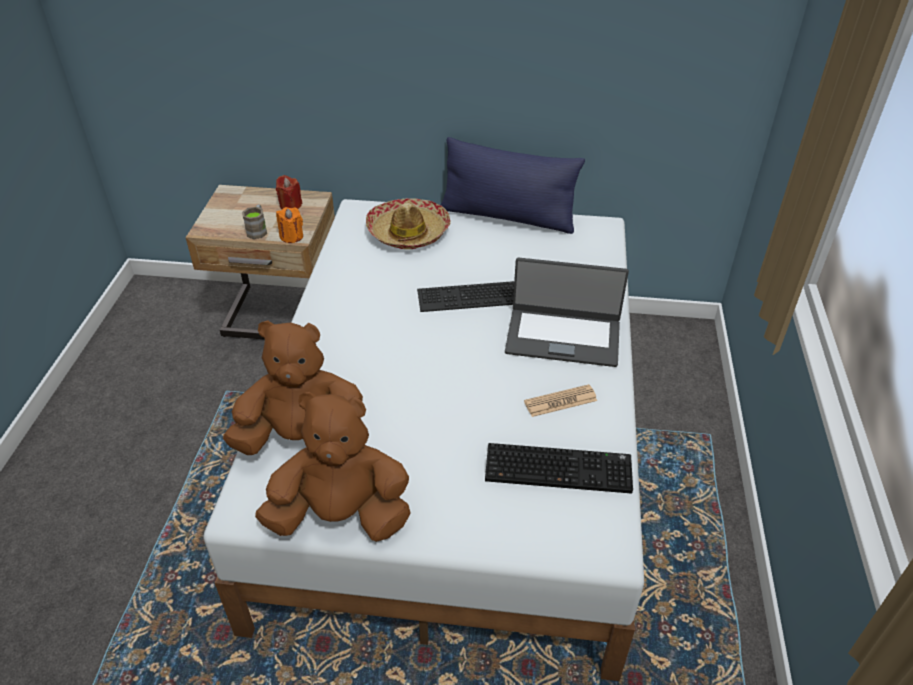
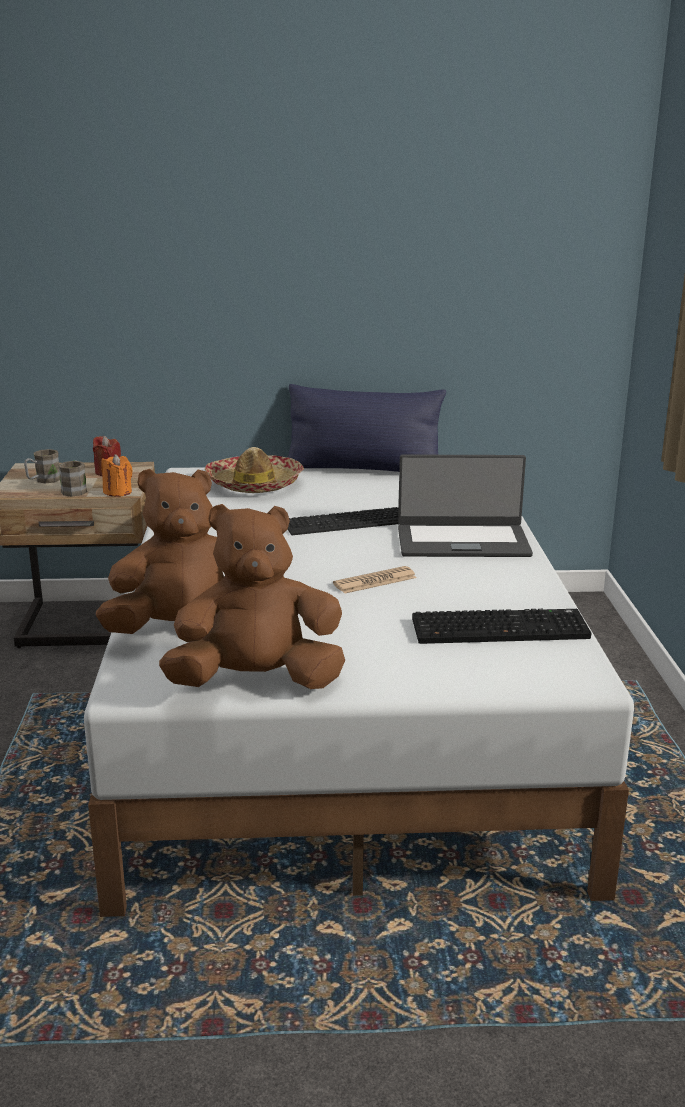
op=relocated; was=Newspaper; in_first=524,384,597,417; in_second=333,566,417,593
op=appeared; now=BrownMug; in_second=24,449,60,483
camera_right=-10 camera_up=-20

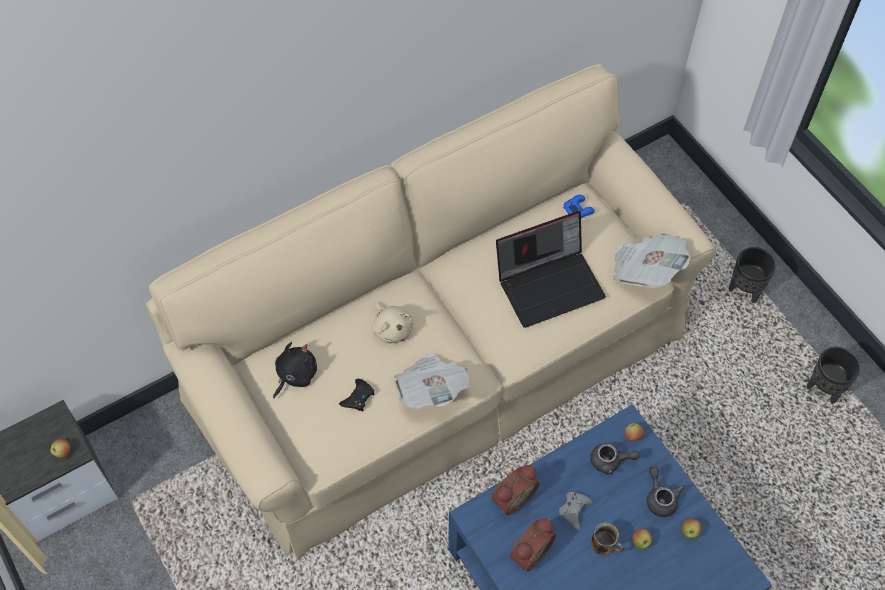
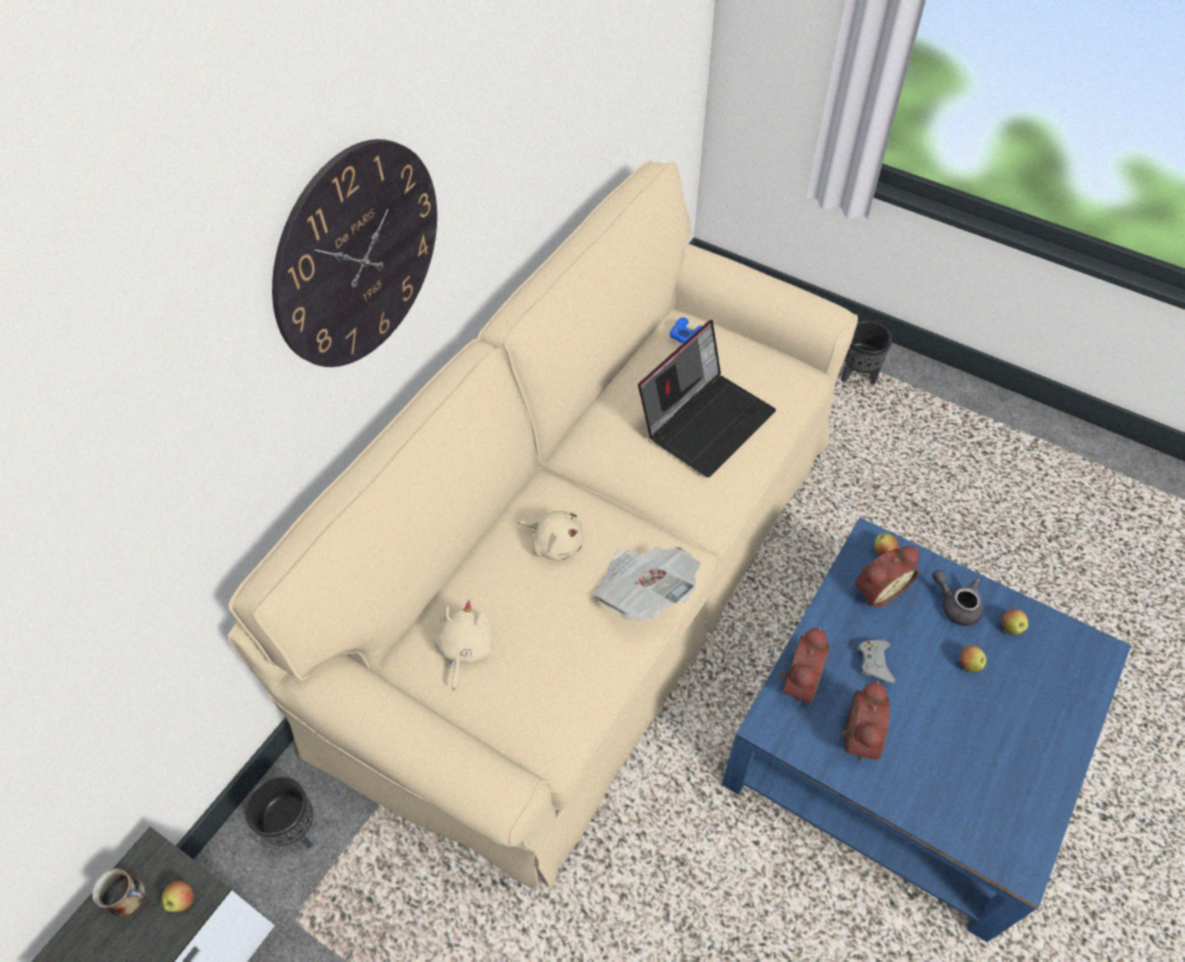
op=missing; was=Newspaper; in_first=613,233,691,288
op=colour; was=BlackPlushToy; now=BeigePlushToy; in_first=273,342,317,398; in_second=434,601,493,690
op=relocated; was=BlackPlanter; in_first=807,347,860,404; in_second=245,776,313,849
op=missing; was=BlackGameController; in_first=339,379,375,412
op=exchanged; was=GreyTeapot; now=AlarmClock; in_first=590,443,640,475; in_second=855,546,919,607
op=relocated; was=Mug; in_first=591,522,624,555; in_second=92,868,148,917
op=appeared; now=WallClock; in_second=272,139,437,367
camera_right=-25 camera_up=-5

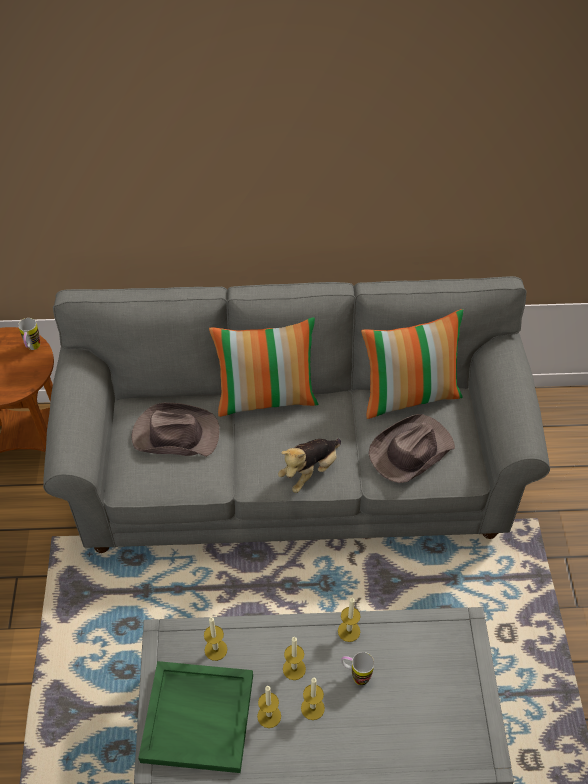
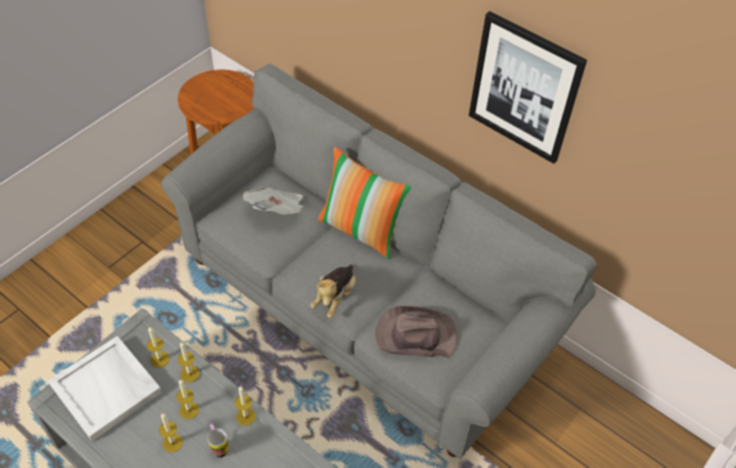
op=missing; was=Pillow; in_first=361,309,463,419
op=missing; was=Mug; in_first=18,318,40,350
op=exchanged; was=BrownHat; now=Newspaper; in_first=131,403,219,457; in_second=243,187,303,215
op=spun; was=PlushToy; in_first=278,438,341,493; in_second=310,264,356,318; clockwise=-60
op=colour; was=GreenTray; now=WhiteTray; in_first=138,661,253,773; in_second=48,336,162,441
op=relocated; was=Candle; in_first=257,686,281,728; in_second=178,342,200,382
op=appeared; now=Picture; in_second=469,11,587,164
camera_right=40 camera_up=0

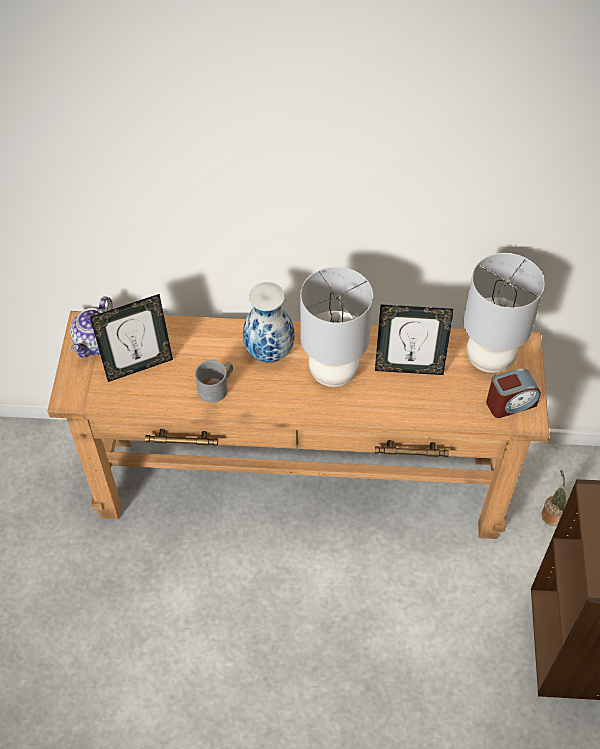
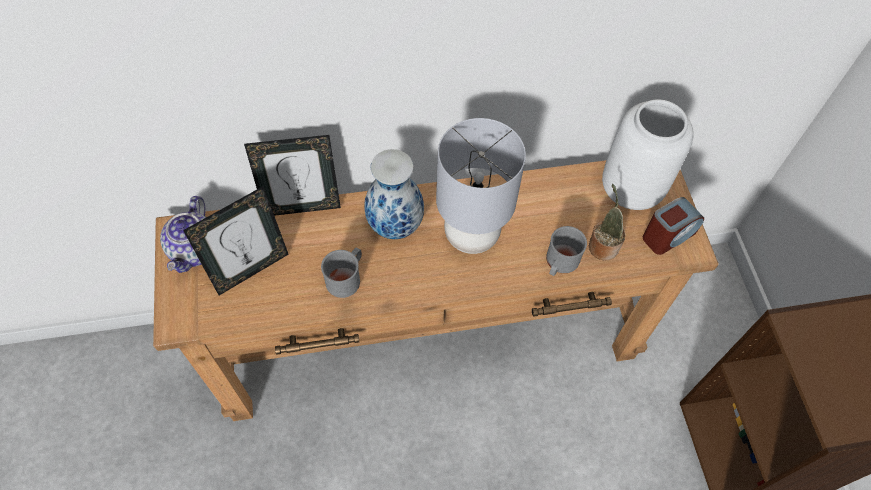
op=exchanged; was=GreyTableLamp; now=WhiteVase; in_first=463,253,545,373; in_second=602,100,694,210
op=relocated; was=PictureFrame; in_first=375,304,454,375; in_second=244,135,341,216
op=relocated; was=PottedPlant; in_first=542,470,567,526; in_second=589,184,625,261
op=appeared; now=GreyMug; in_second=546,226,587,276
camera_right=-15 camera_up=5

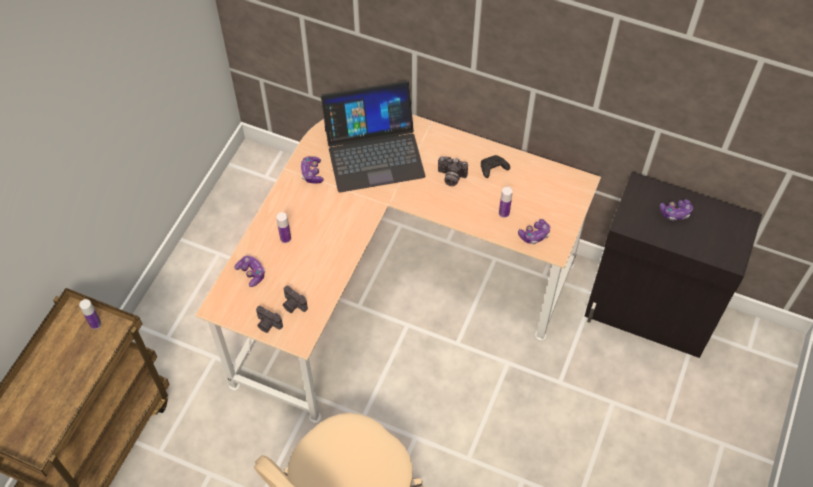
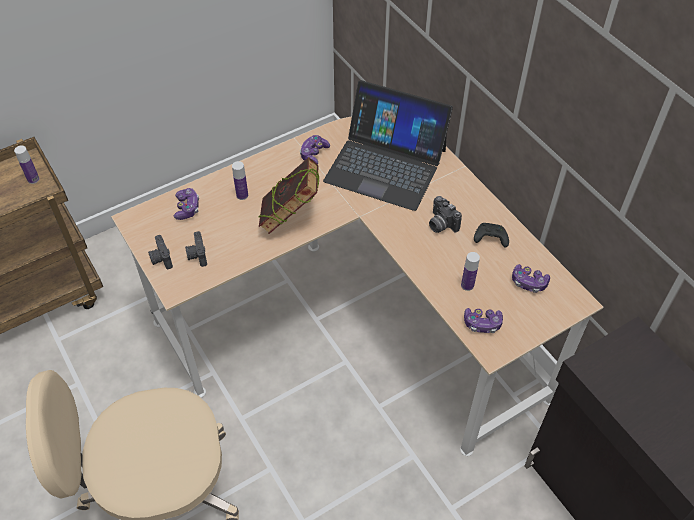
op=relocated; was=GameController; in_first=659,199,693,221; in_second=512,264,550,293
op=appeared; now=Book; in_second=259,157,319,234
camera_right=35 camera_up=-5

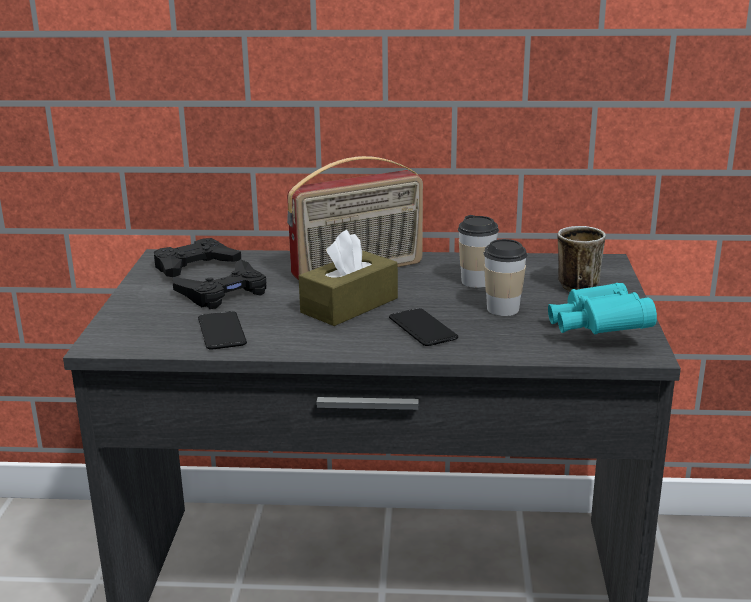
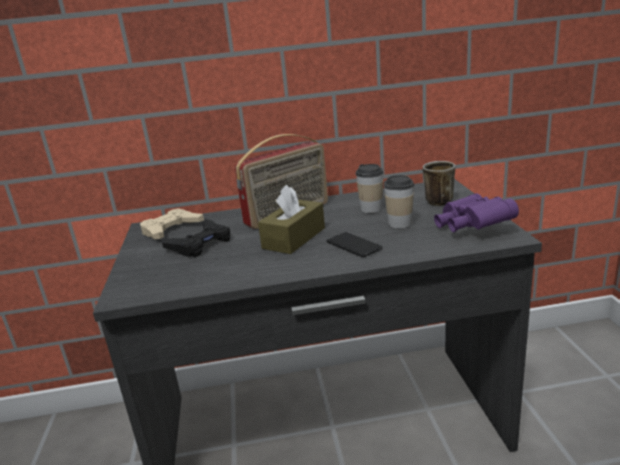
op=colour; was=BlackGameController; now=BeigeGameController; in_first=154,238,241,277; in_second=140,208,204,239
op=colour; was=TurquoiseBinoculars; now=PurpleBinoculars; in_first=548,283,657,334; in_second=434,193,519,232
op=missing; was=Phone; in_first=198,311,247,350
camera_right=-10 camera_up=0

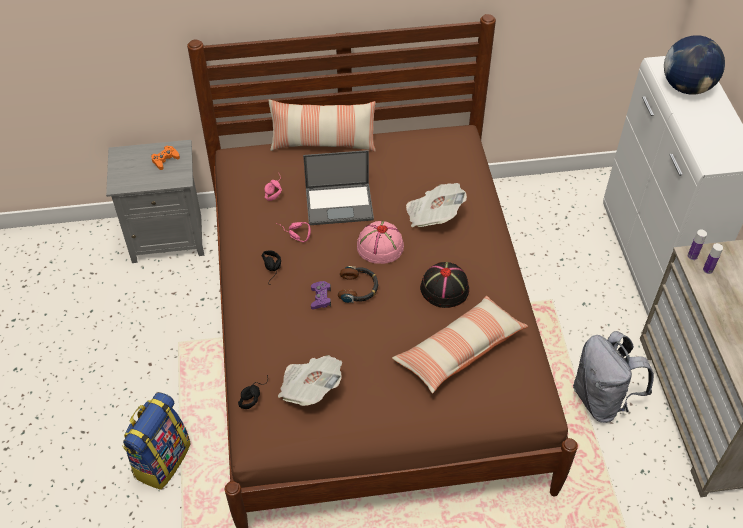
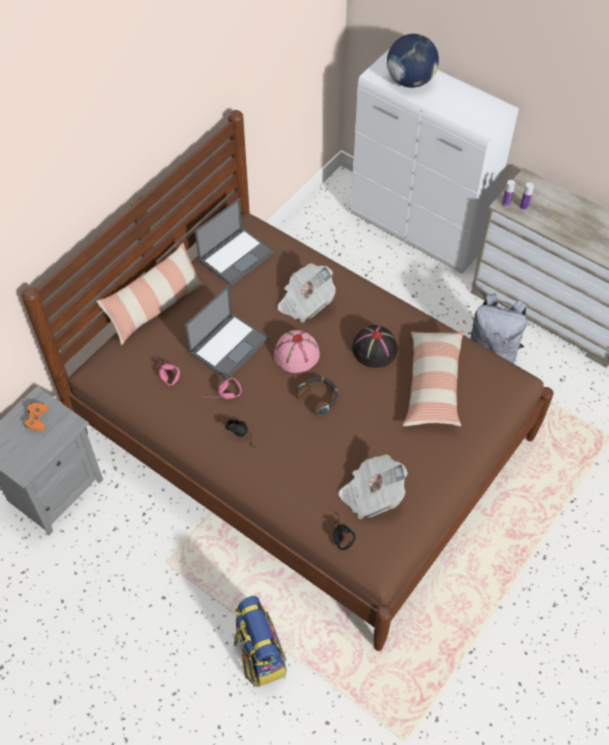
op=missing; was=PurpleGameController; in_first=311,281,331,309
op=appeared; now=Laptop; in_second=195,198,274,286
camera_right=-45 camera_up=5

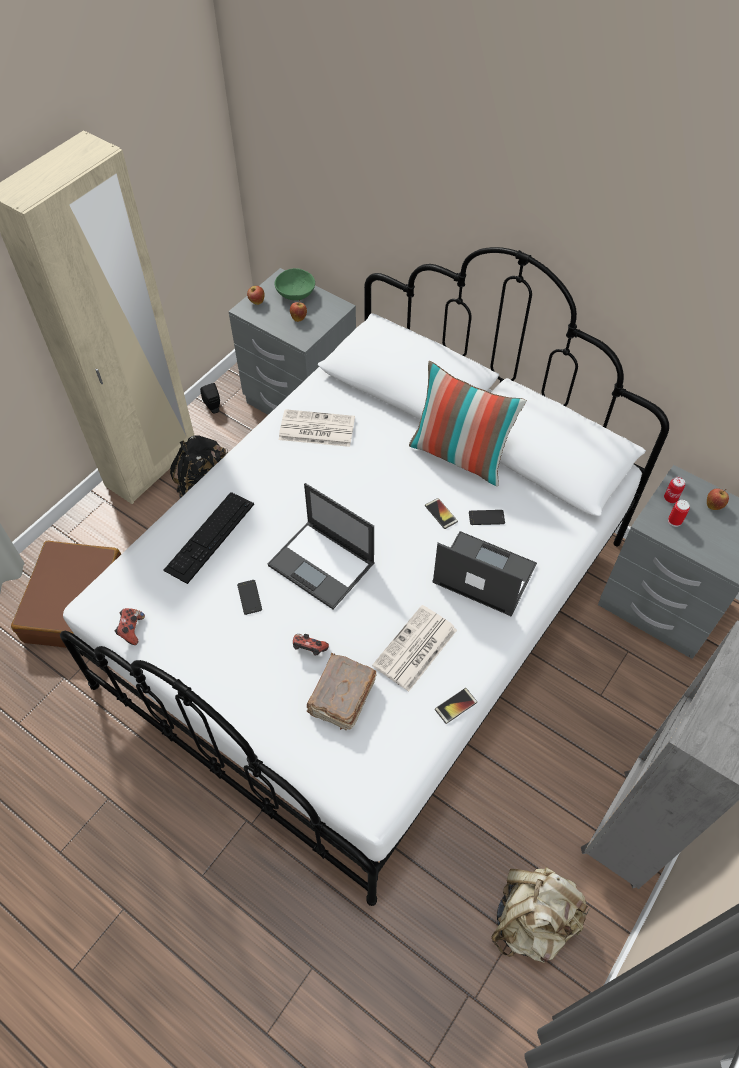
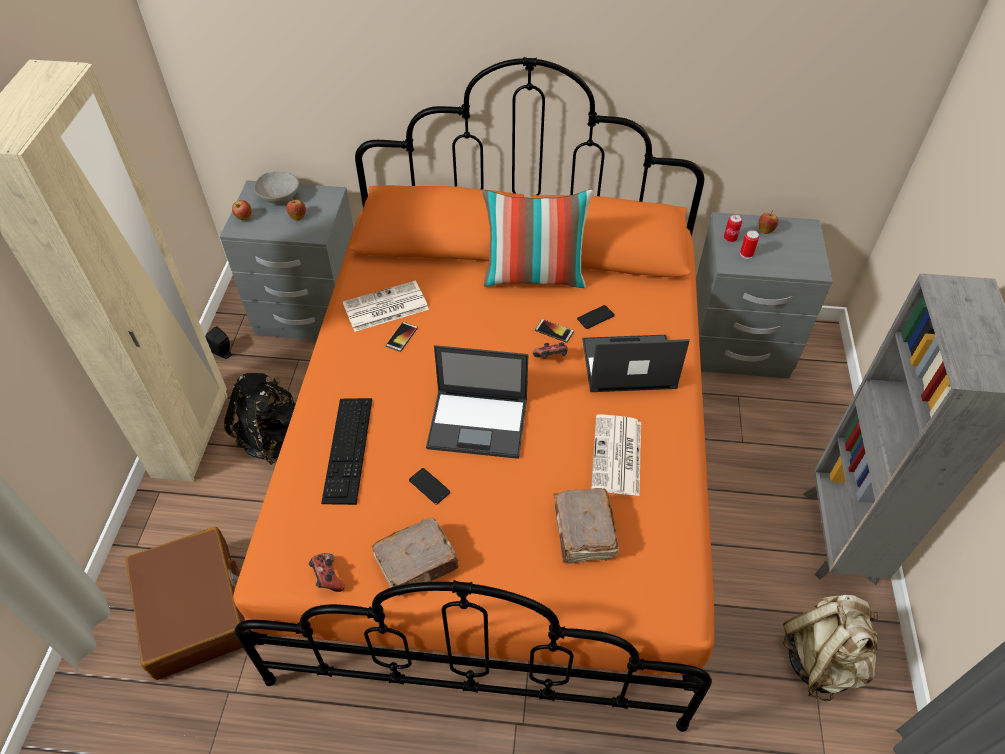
op=colour; was=WhiteBed; now=OrangeBed; in_first=60,247,669,906; in_second=233,57,714,732
op=colour; was=GreenBowl; now=GreyBowl; in_first=275,268,315,301; in_second=254,171,299,204
op=relocated; was=GameController; in_first=293,634,329,656; in_second=533,342,568,359
op=relocated; was=Phone; in_first=435,688,477,724; in_second=385,322,418,352
op=appeared; now=BrownBook; in_second=372,518,459,596
camera_right=-30 camera_up=-5

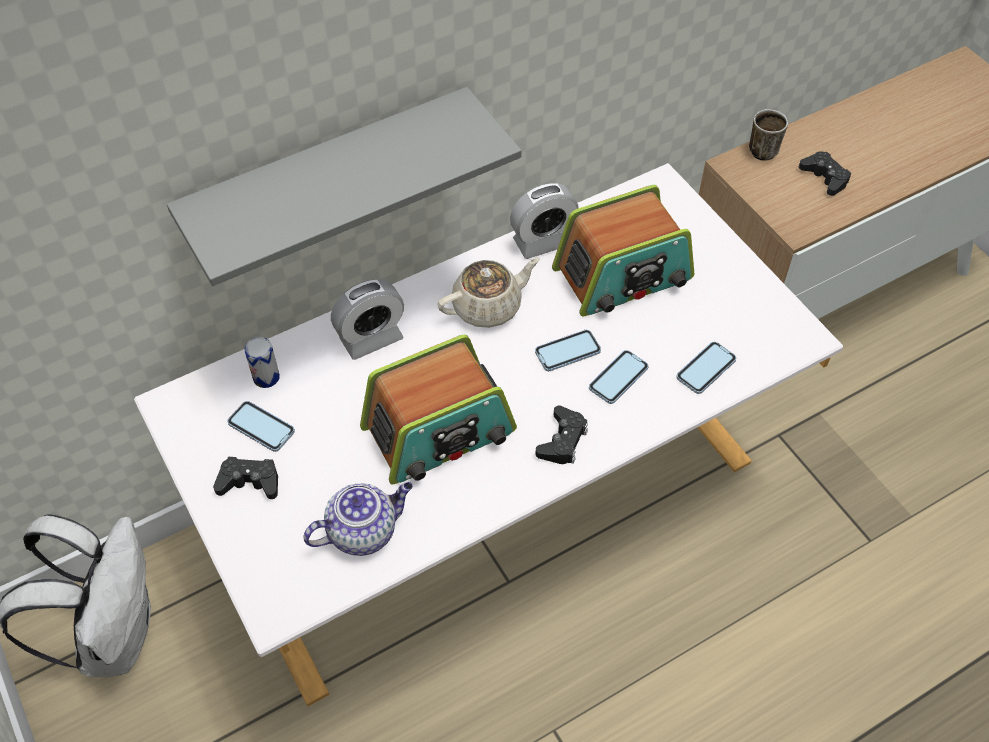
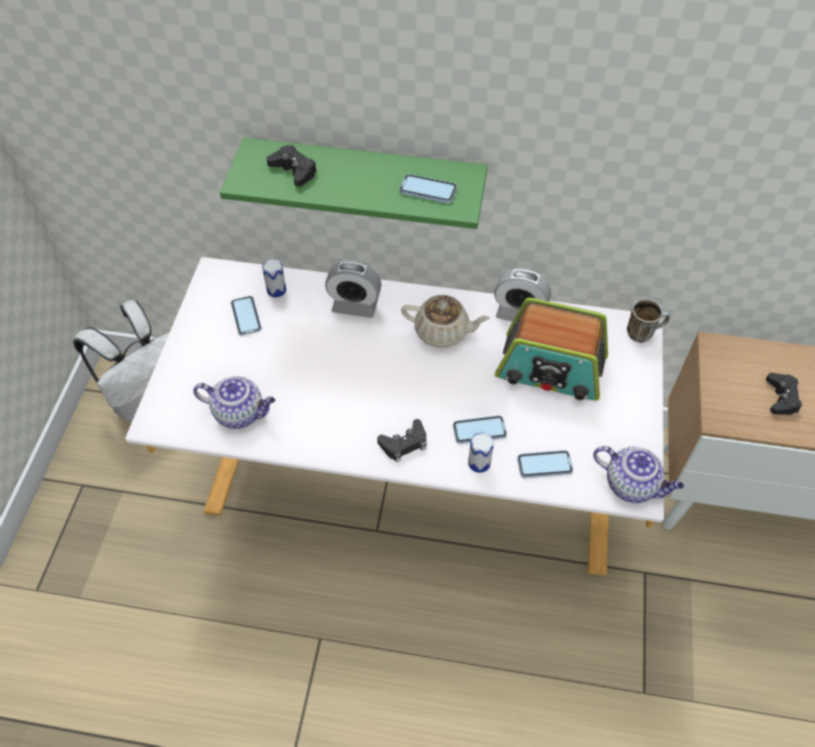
op=colour; was=GreyShelf; now=GreenShelf; in_first=167,87,522,286; in_second=220,137,488,229
op=relocated; was=Mug; in_first=749,109,788,161; in_second=627,299,670,343
op=relocated; was=Phone; in_first=535,330,601,371; in_second=399,174,457,203
op=missing; was=Radio; in_first=360,334,517,485
op=relocated; was=BlackGameController; in_first=213,457,278,499; in_second=266,145,317,187
op=appeared; now=Can; in_second=468,432,494,473
op=appeared; now=Teapot; in_second=593,446,684,503
camera_right=40 camera_up=0

